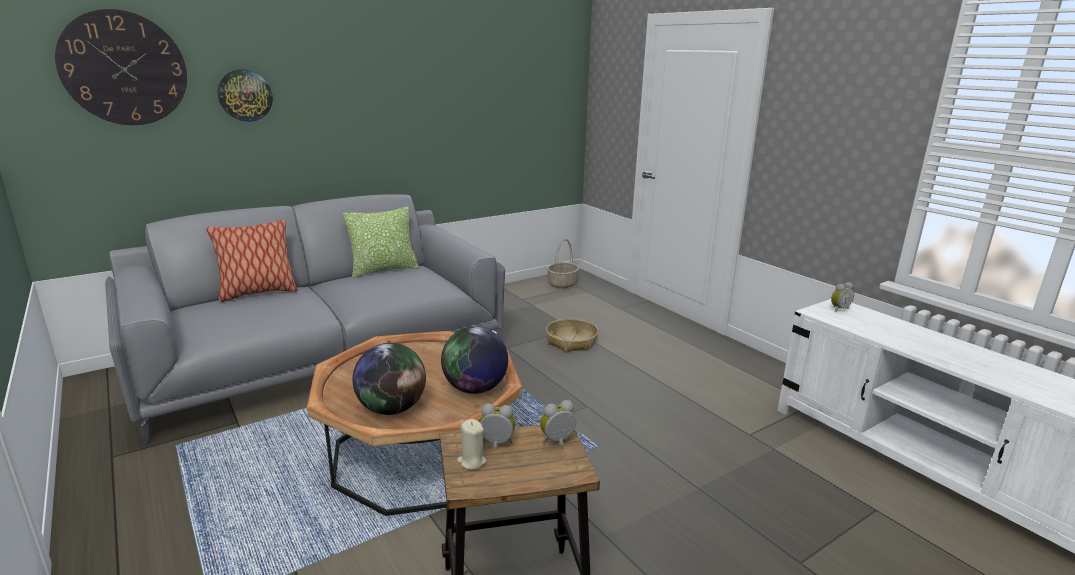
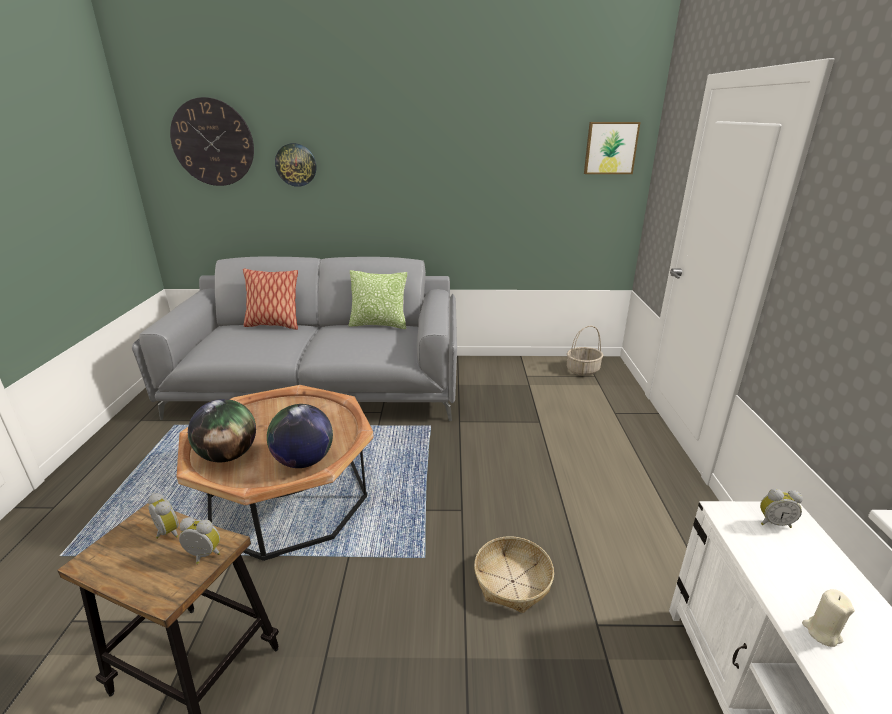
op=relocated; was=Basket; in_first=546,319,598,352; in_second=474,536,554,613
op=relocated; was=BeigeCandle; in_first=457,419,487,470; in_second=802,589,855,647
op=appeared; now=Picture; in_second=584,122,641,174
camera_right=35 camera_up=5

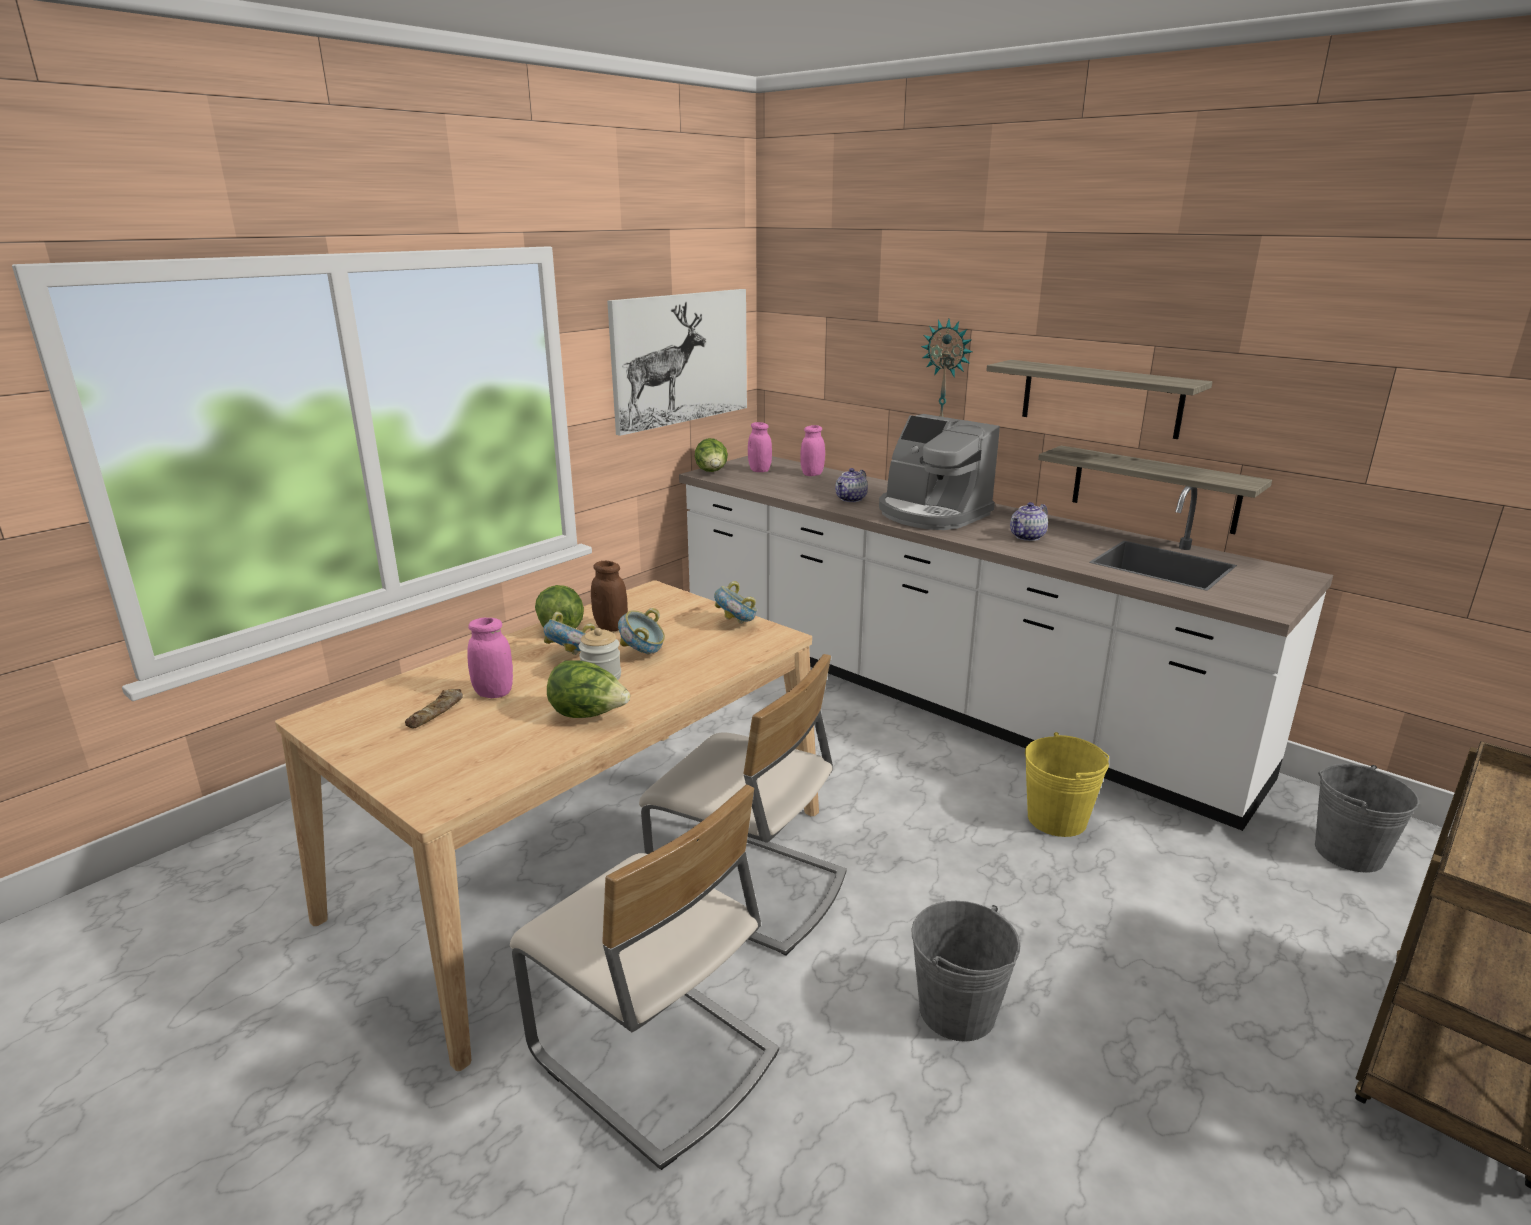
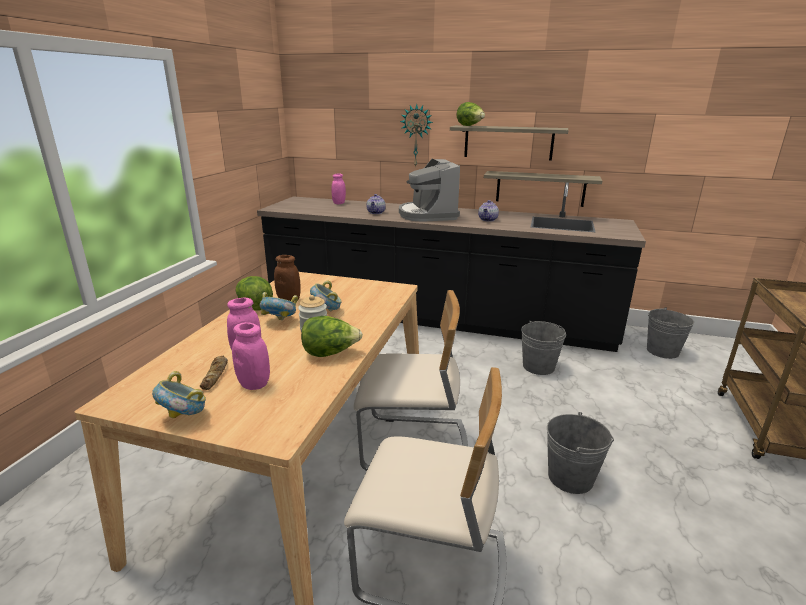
op=missing; was=Picture; in_first=607,289,747,436
op=spun; was=CoffeeMachine; in_first=879,414,1000,530; in_second=399,159,460,222; clockwise=60
op=relocated; was=PinkJar; in_first=748,422,772,472; in_second=232,322,270,390
op=relocated; was=Lettuce; in_first=695,438,728,472; in_second=456,102,485,126
op=colour; was=WhiteCounter; now=BlackCounter; in_first=679,456,1333,831; in_second=257,183,646,352
op=relocated; was=Bowl; in_first=714,581,757,624; in_second=152,371,206,418
op=colour; was=YellowBucket; now=GreyBucket; in_first=1025,732,1109,837; in_second=521,321,566,375
camera_right=-25 camera_up=0

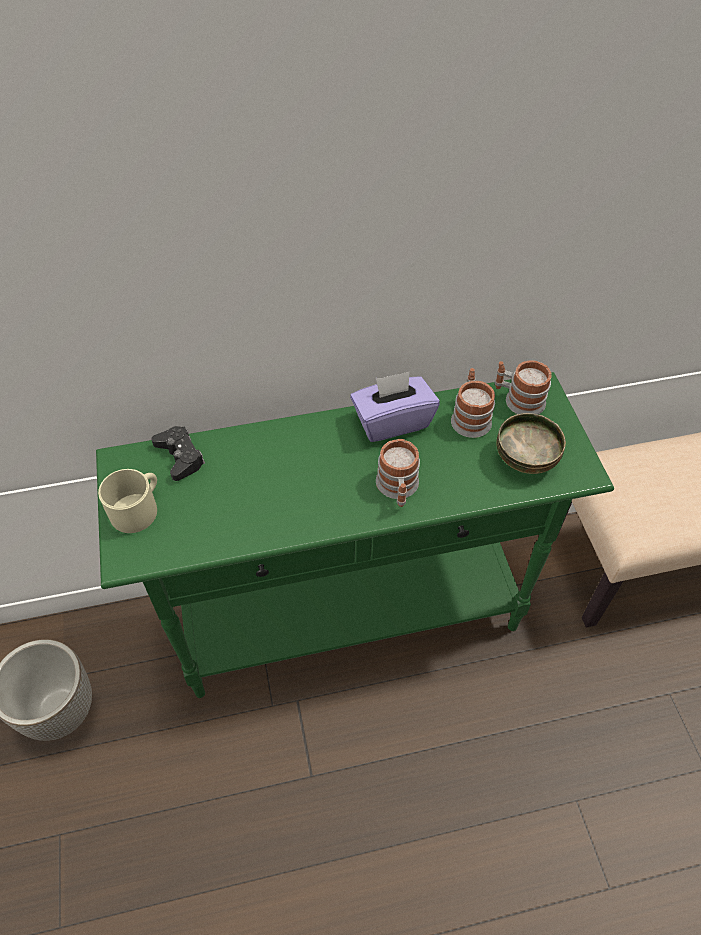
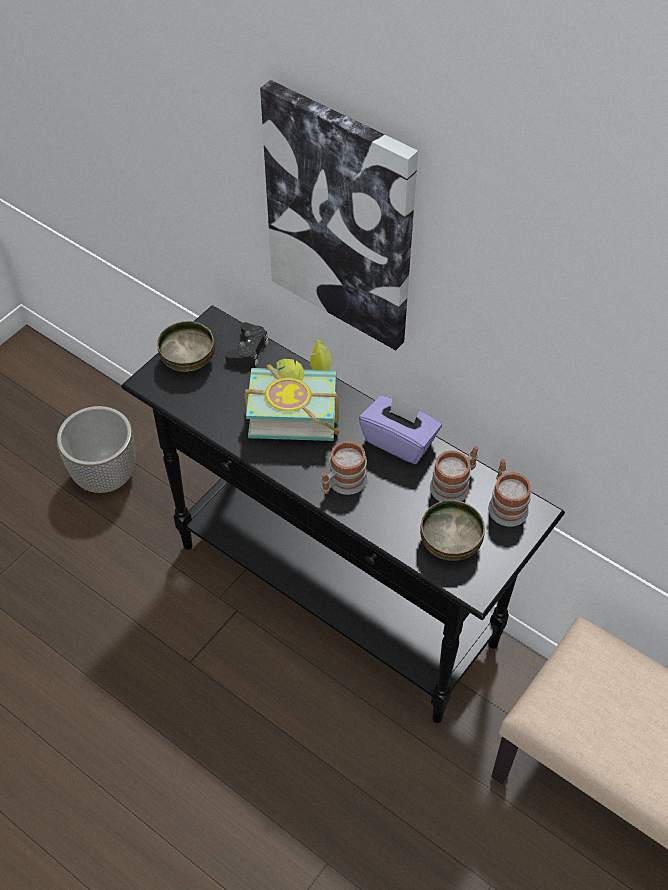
op=colour; was=GreenConsoleTable; now=BlackConsoleTable; in_first=96,372,614,698; in_second=121,305,565,723
op=exchanged; was=BeigeMug; now=Bowl; in_first=98,469,157,533; in_second=157,321,215,372
op=appeared; now=Picture; in_second=260,80,418,350
op=appeared; now=Book; in_second=245,339,339,441
camera_right=50 camera_up=0

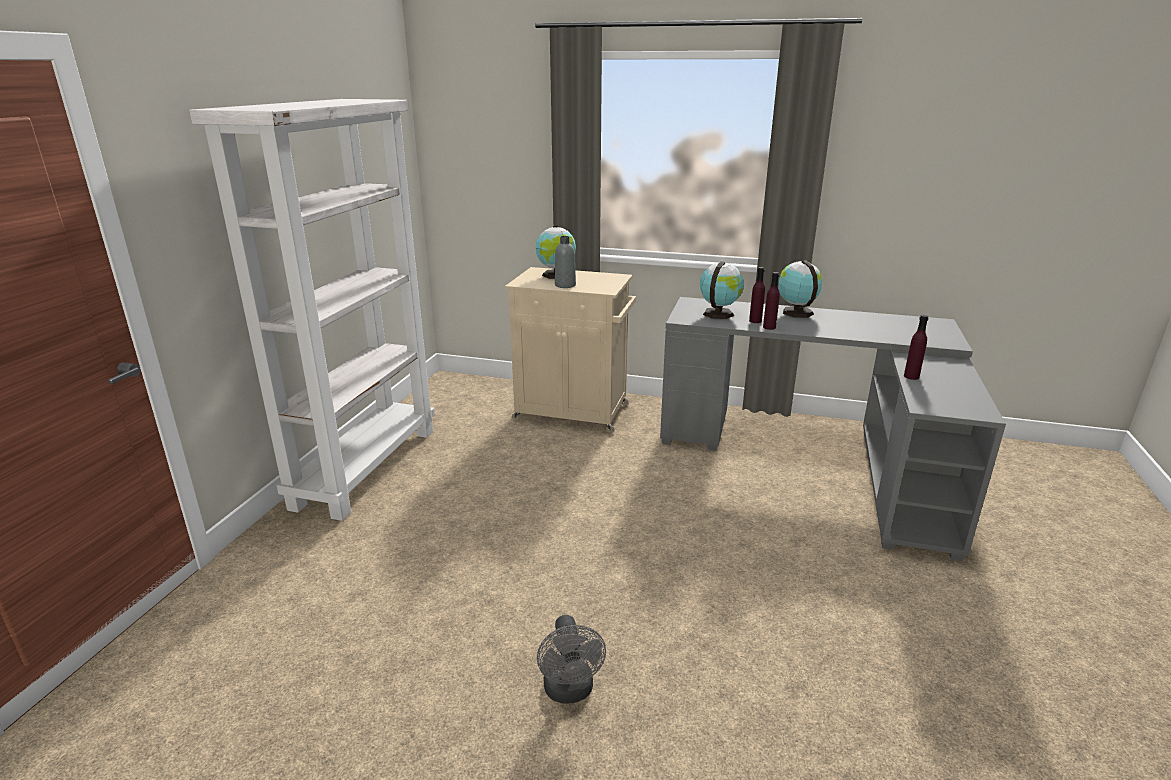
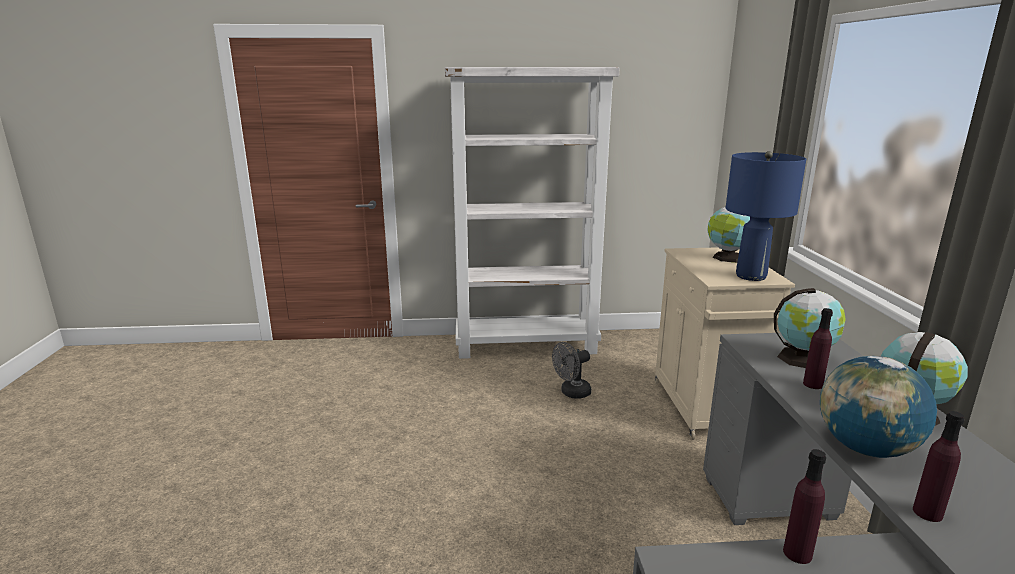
op=missing; was=GreyBottle; in_first=555,236,576,288
op=relocated; was=PurpleBottle; in_first=763,272,780,330; in_second=913,411,965,522
op=relocated; was=GreyFan; in_first=537,615,606,704; in_second=552,342,591,399
op=appeared; now=BlueTableLamp; in_second=726,151,806,281
op=appeared; now=Globe; in_second=820,356,937,458
camera_right=70 camera_up=-5

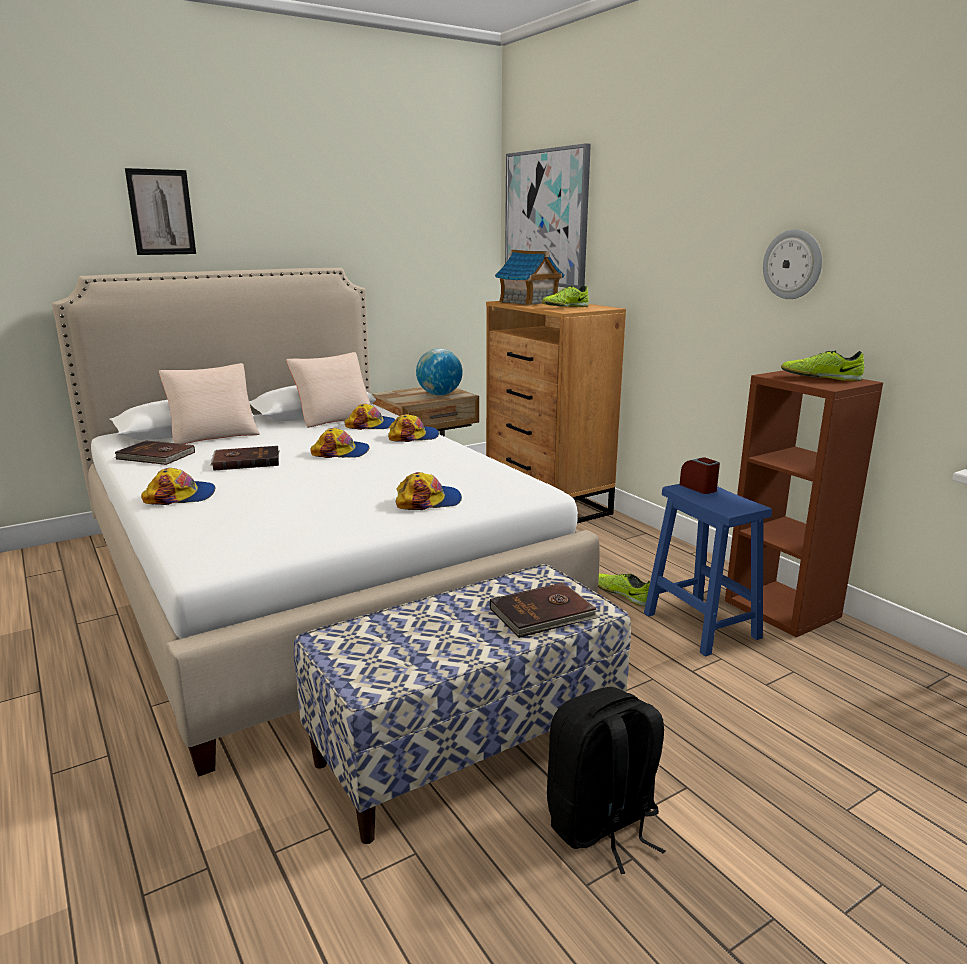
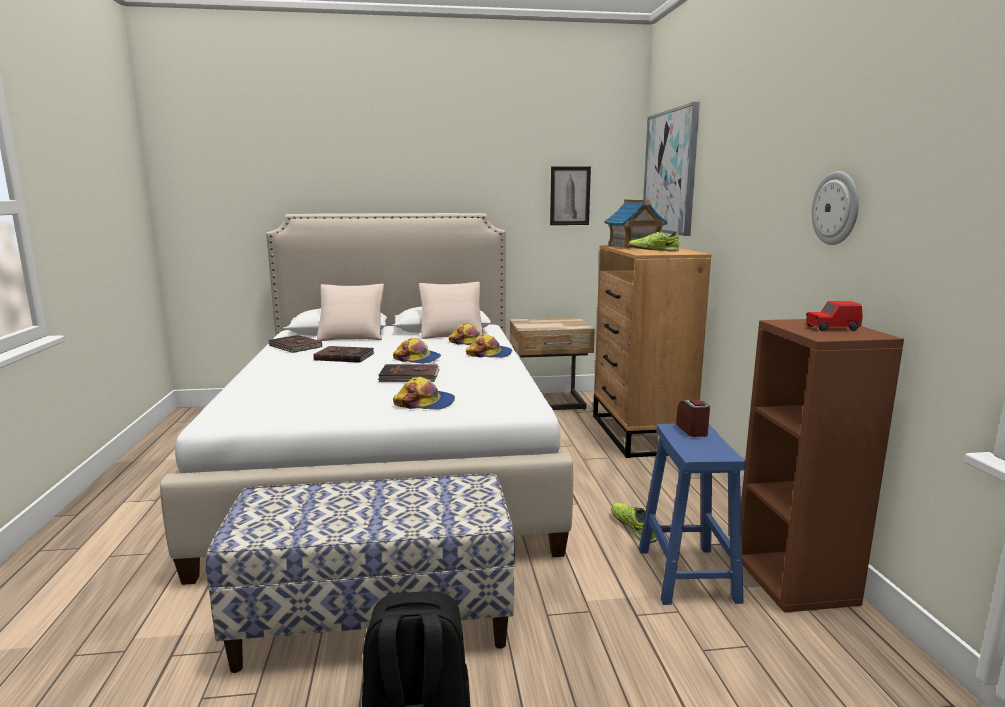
op=relocated; was=Picture; in_first=125,168,196,255; in_second=550,166,591,225
op=missing; was=Globe; in_first=416,348,463,395
op=exchanged; was=Shoe; now=RedToyCar; in_first=781,350,864,382; in_second=806,301,863,331
op=missing; was=Cap; in_first=141,468,215,505
op=relocated; was=BrownBook; in_first=490,583,600,638; in_second=378,364,440,382
camera_right=25 camera_up=-5

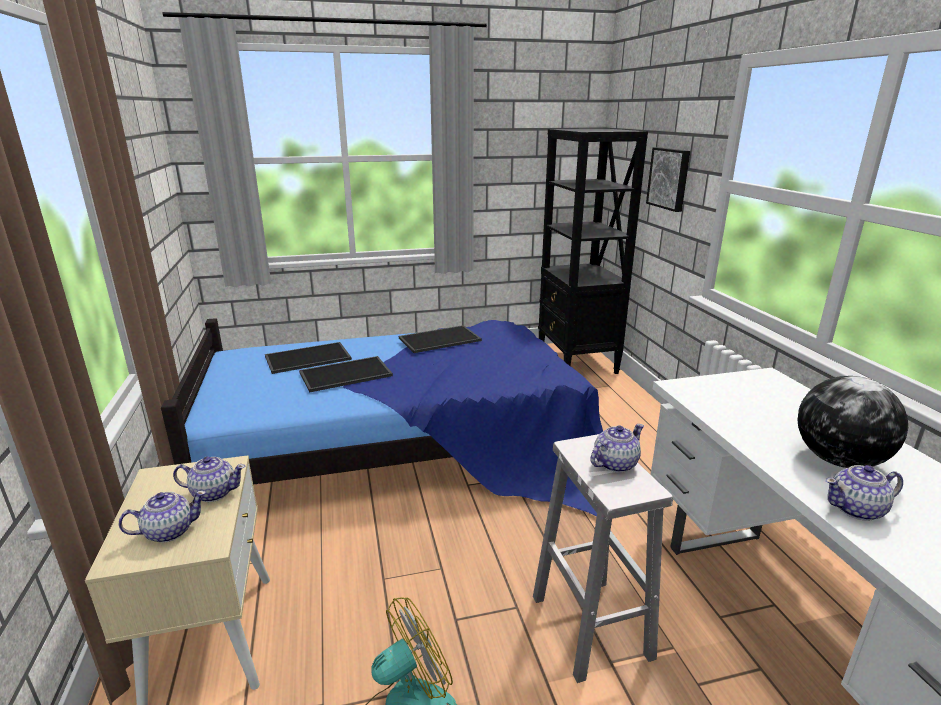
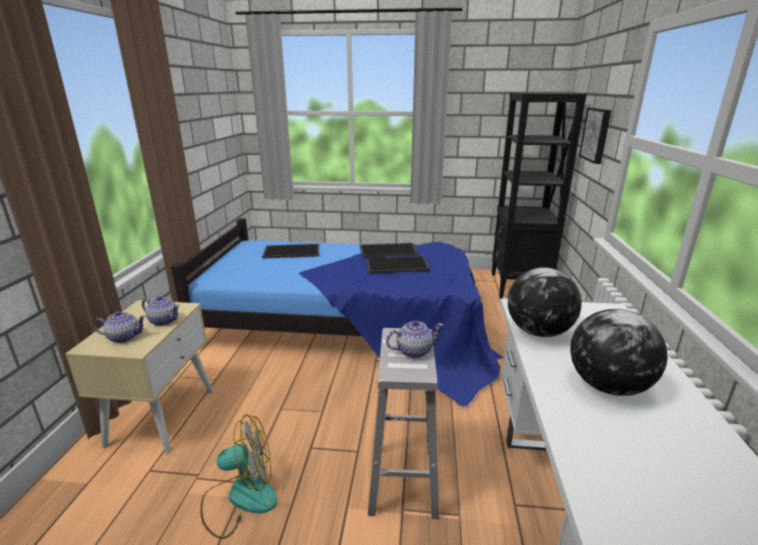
op=relocated; was=Tray; in_first=299,356,393,392; in_second=366,256,431,273
op=missing; was=Teapot; in_first=826,465,903,521
op=appeared; now=Globe; in_second=508,267,582,337
camera_right=20 camera_up=0

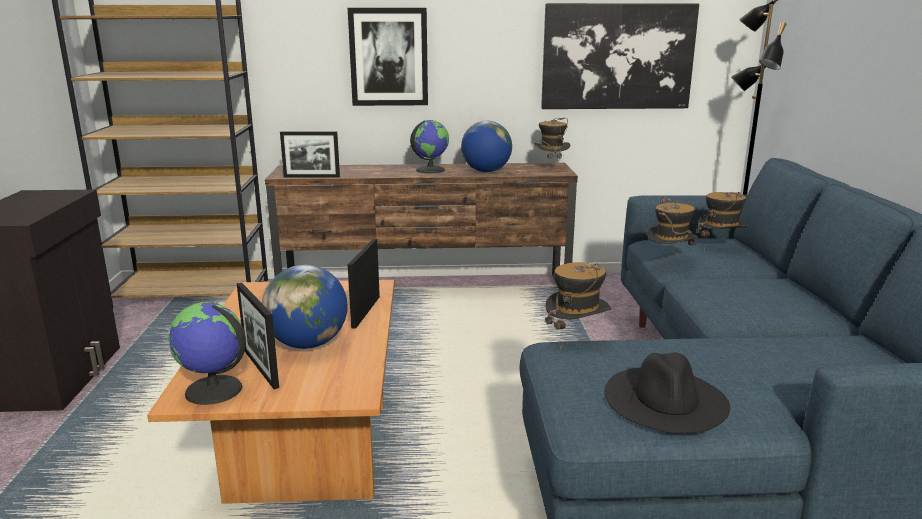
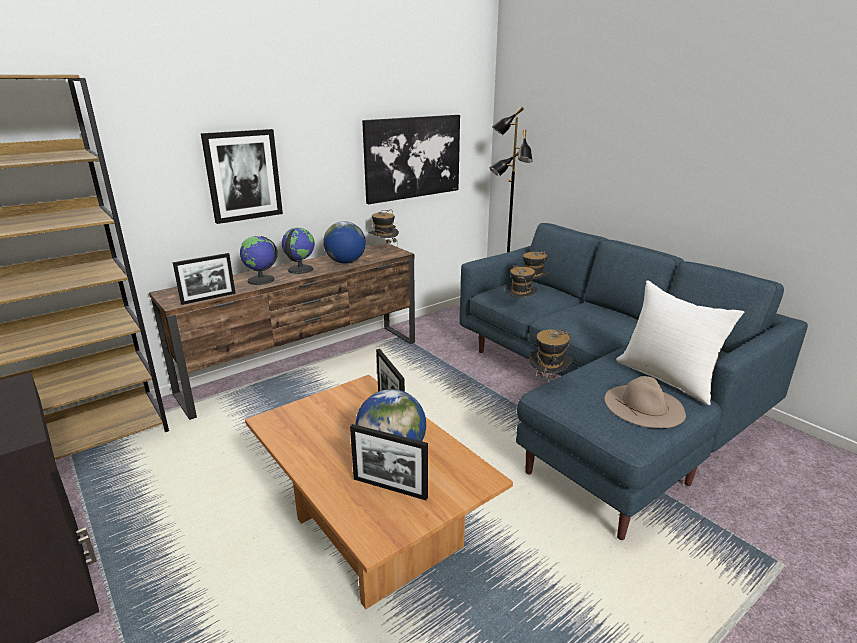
op=relocated; was=Globe; in_first=168,302,246,405; in_second=240,236,278,285
op=colour; was=BlackHat; now=BeigeHat; in_first=604,352,730,433; in_second=605,376,686,428
op=appeared; now=WhitePillow; in_second=616,280,744,405
camera_right=-35 camera_up=5

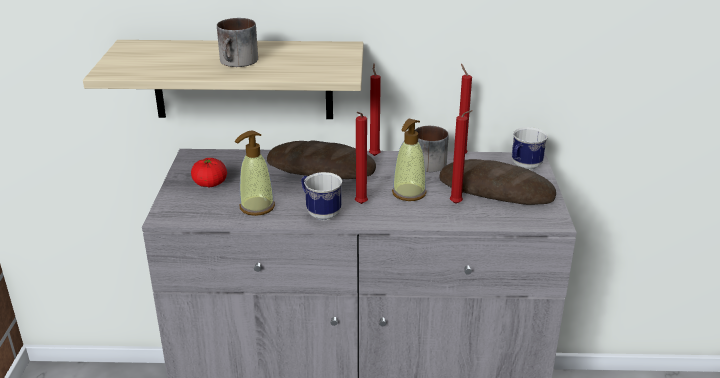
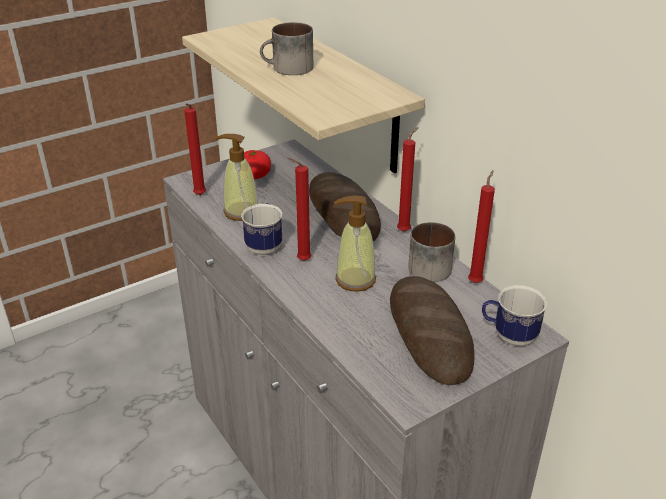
op=relocated; was=RedCandle; in_first=450,110,473,204; in_second=184,103,206,195
camera_right=55 camera_up=5

